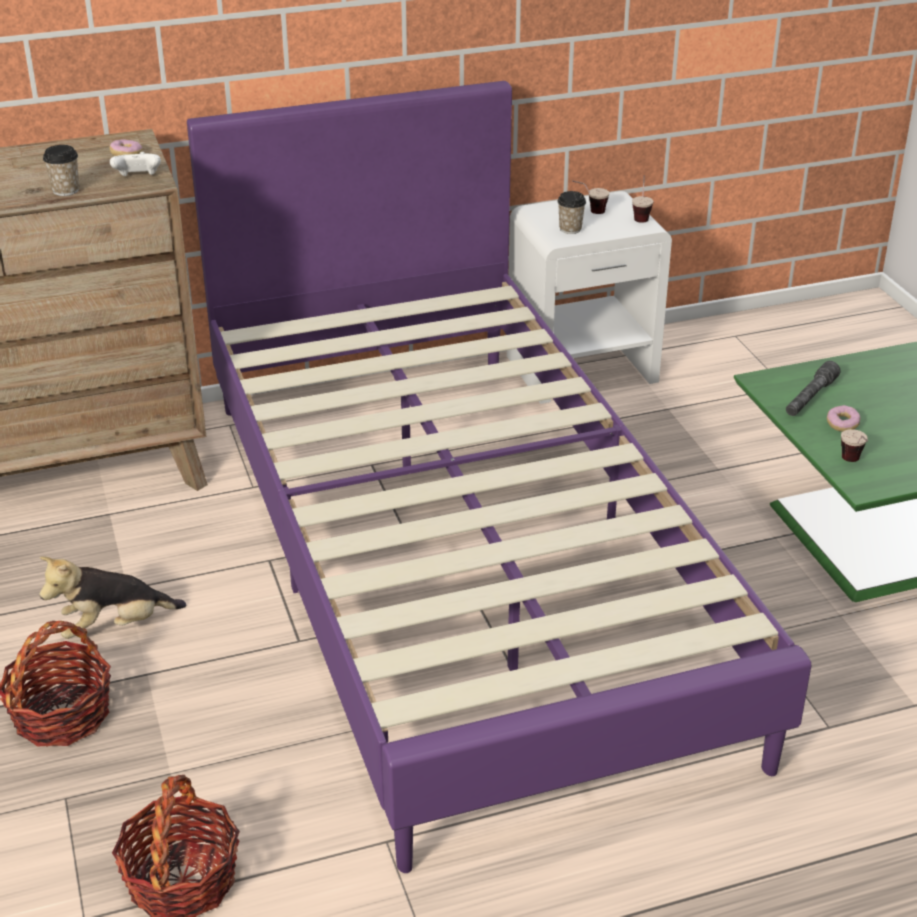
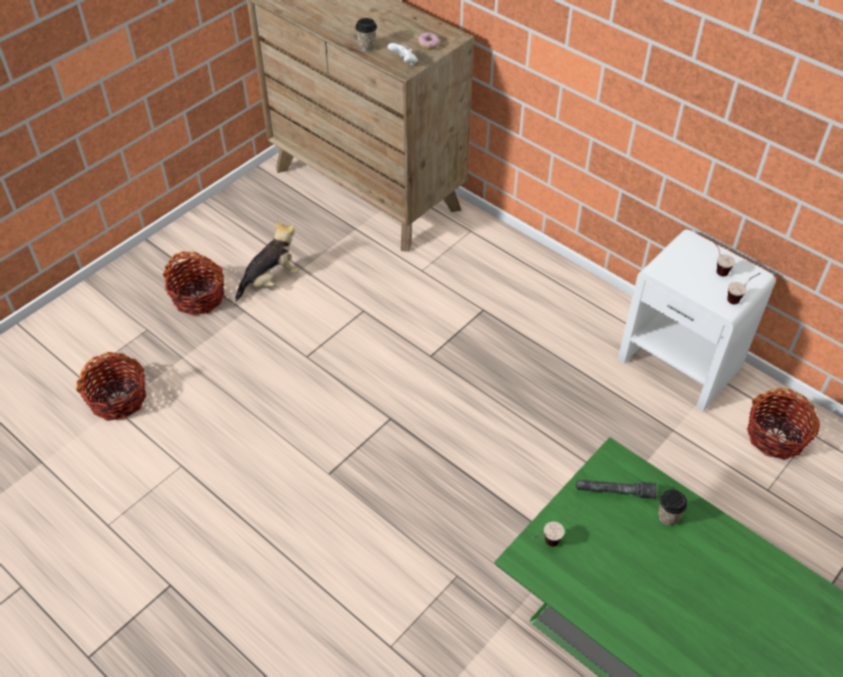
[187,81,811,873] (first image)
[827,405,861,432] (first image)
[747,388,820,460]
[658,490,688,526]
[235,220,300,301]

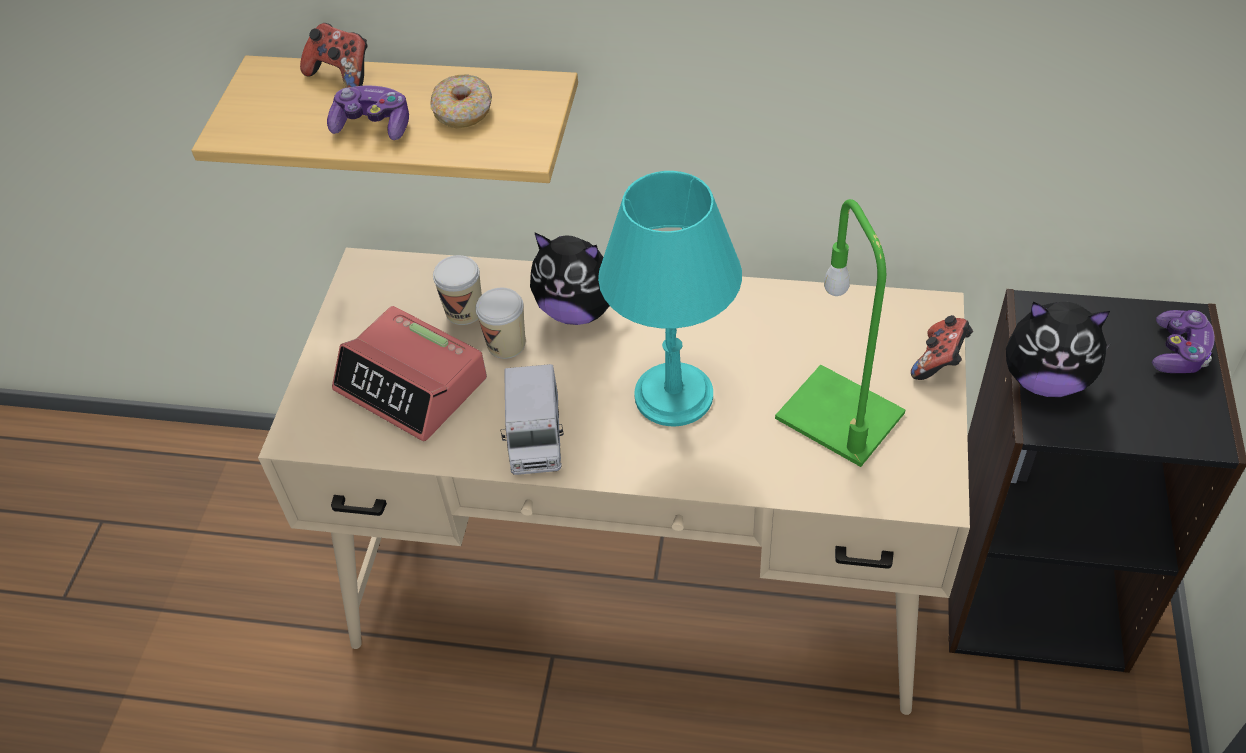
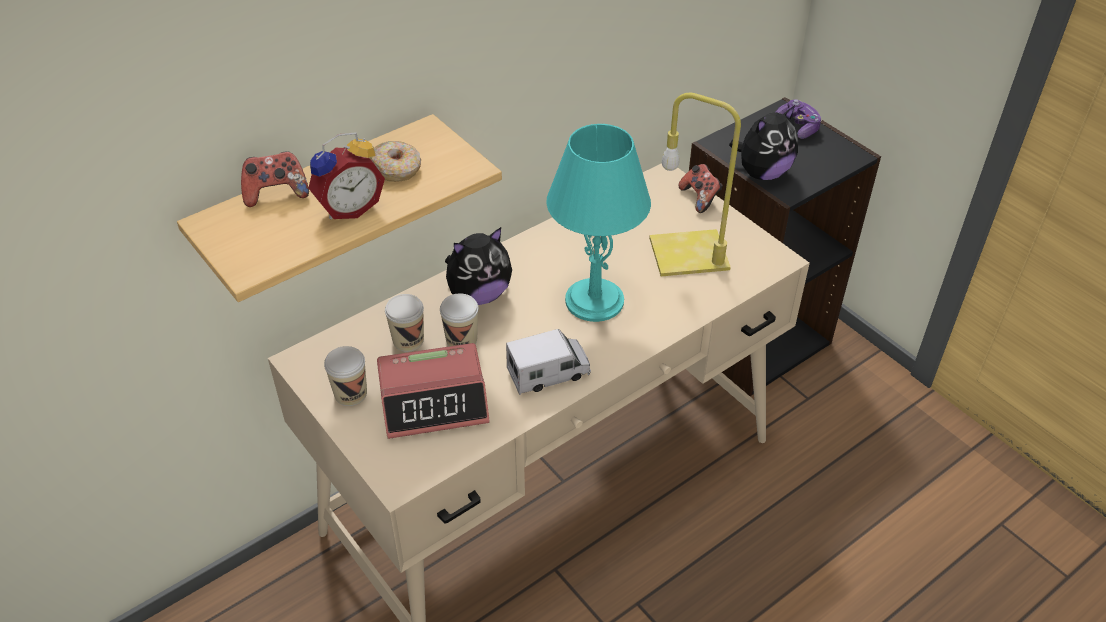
[324,346,367,406]
[308,132,385,219]
[649,93,741,276]
[506,329,591,395]

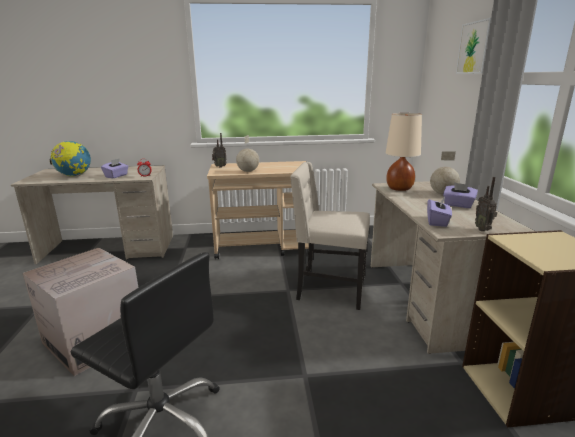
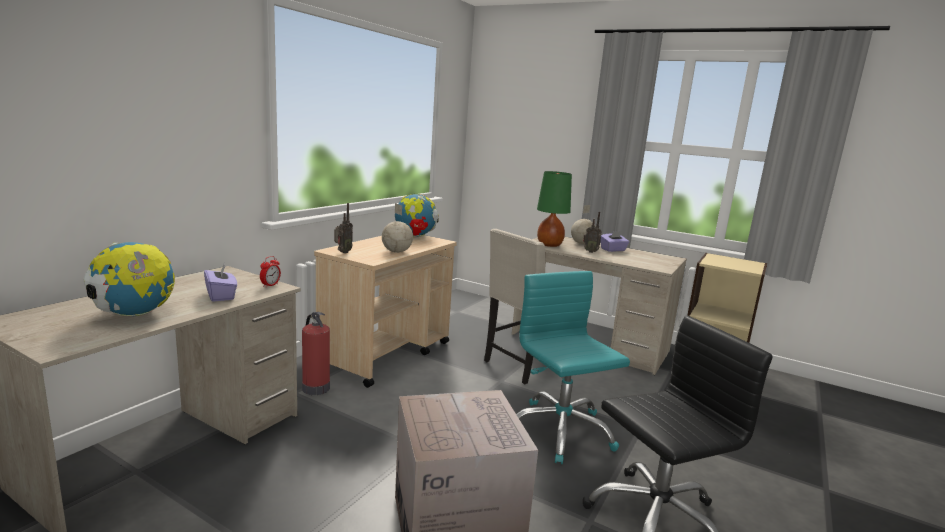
[427,197,452,227] (first image)
[456,18,491,74] (first image)
[302,312,330,395]
[395,194,439,237]
[516,271,630,464]
[583,212,602,253]
[537,171,572,247]

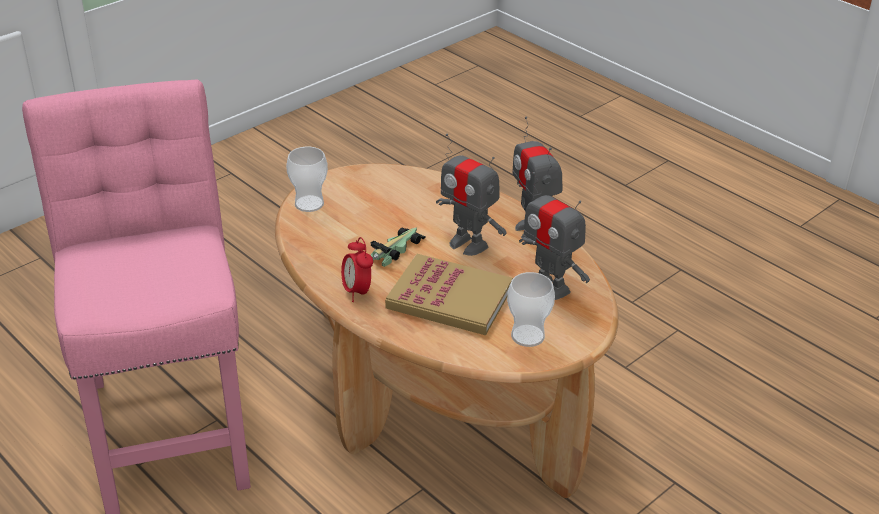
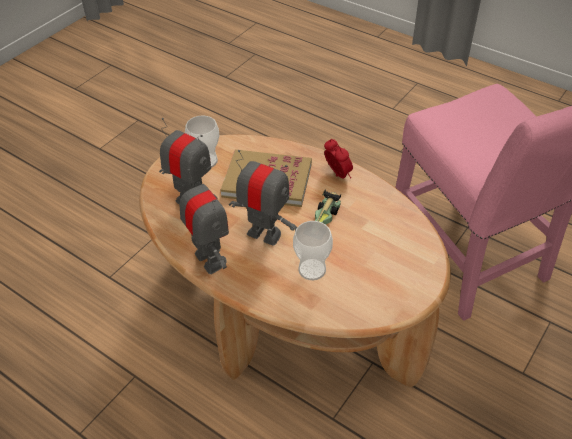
[293,221,333,280]

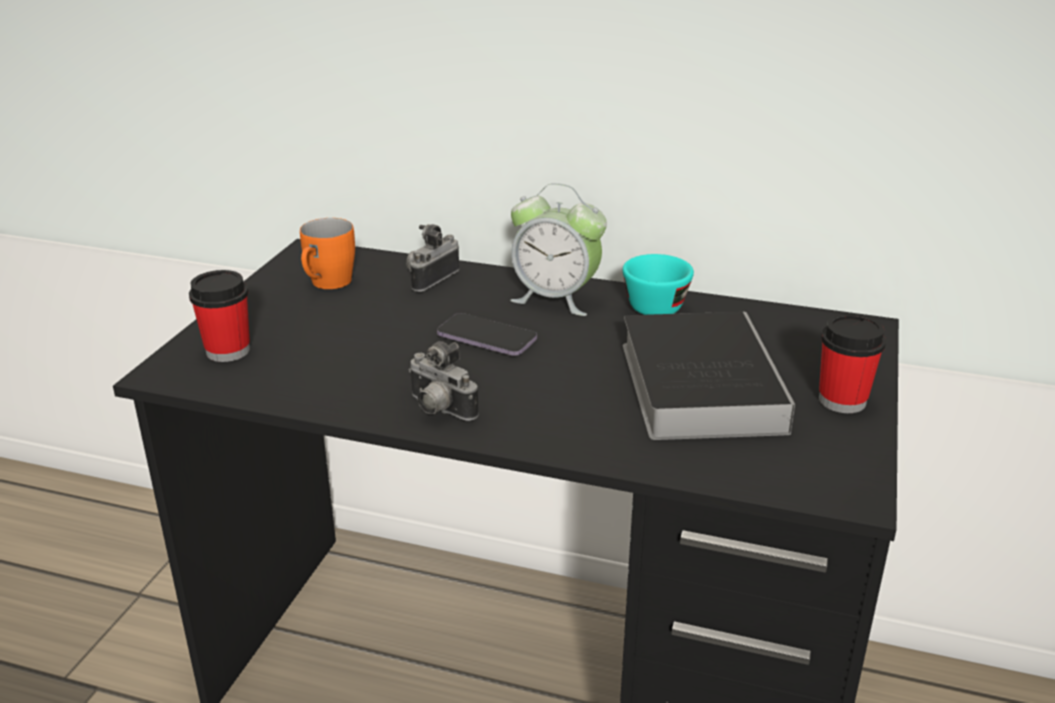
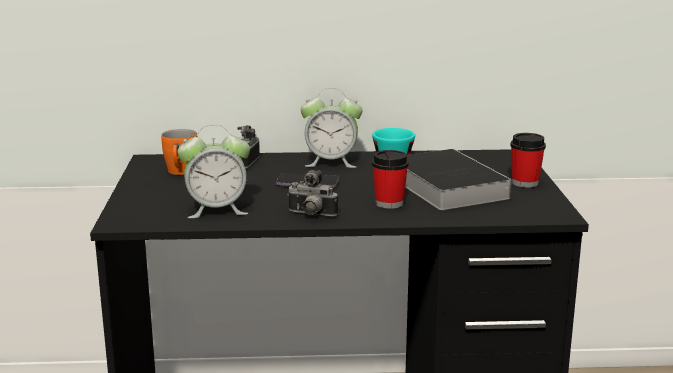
[178,125,250,218]
[372,150,409,209]

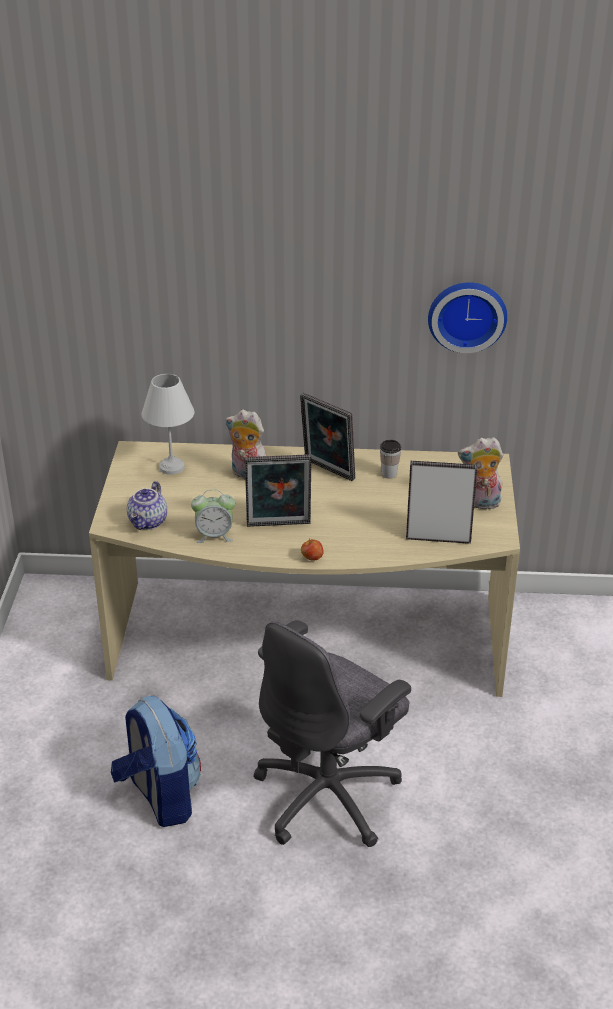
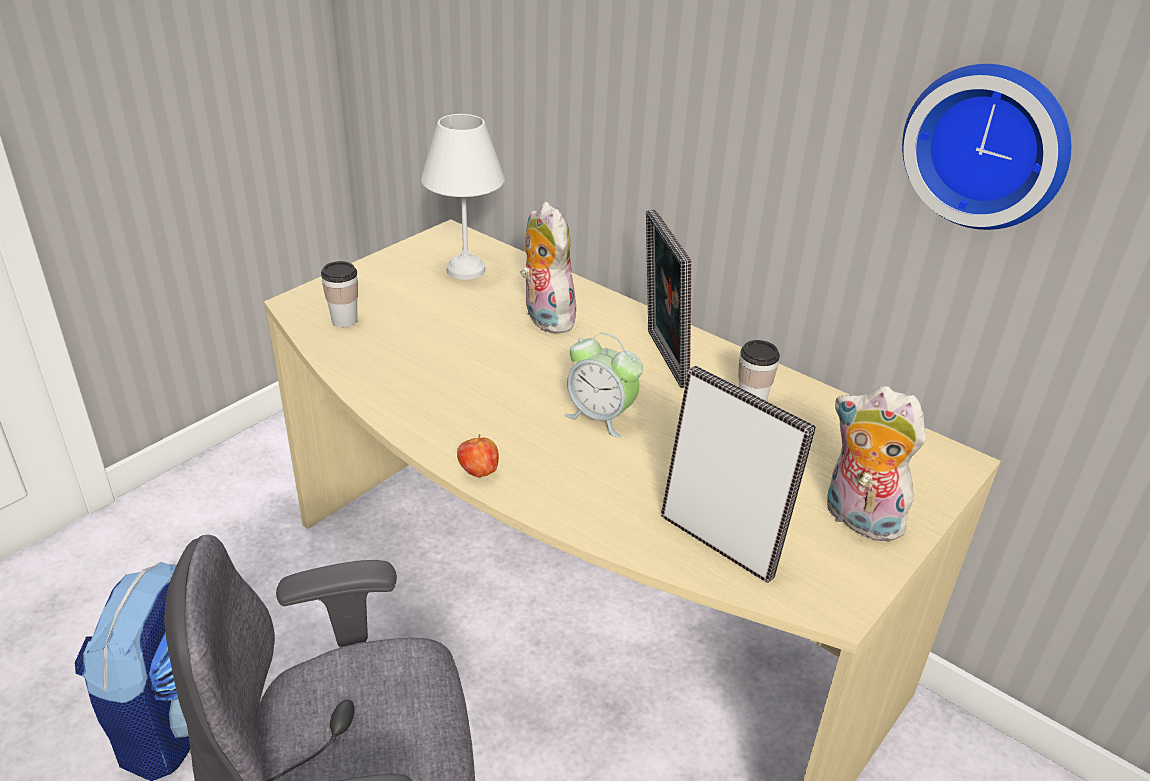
[245,454,311,527] (first image)
[565,333,643,438]
[321,261,358,327]

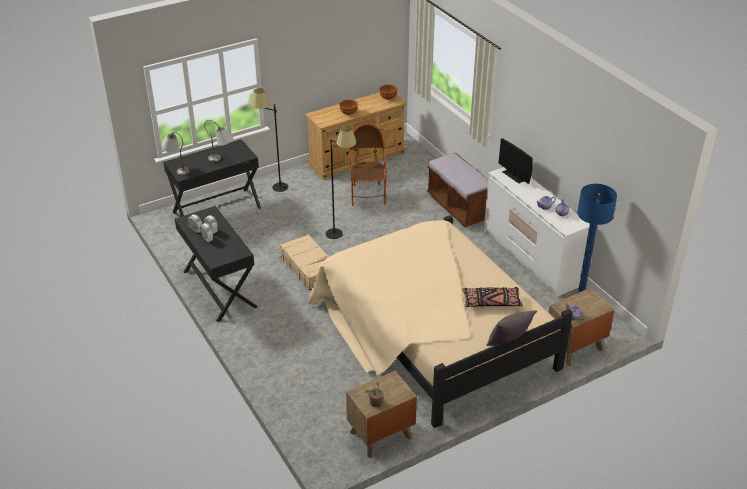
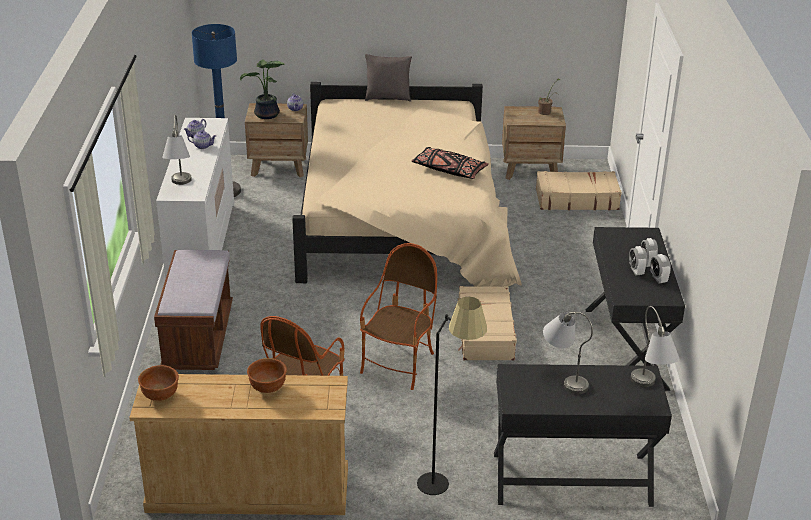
[240,60,285,119]
[536,171,622,210]
[412,147,489,179]
[360,243,437,390]
[162,115,192,185]

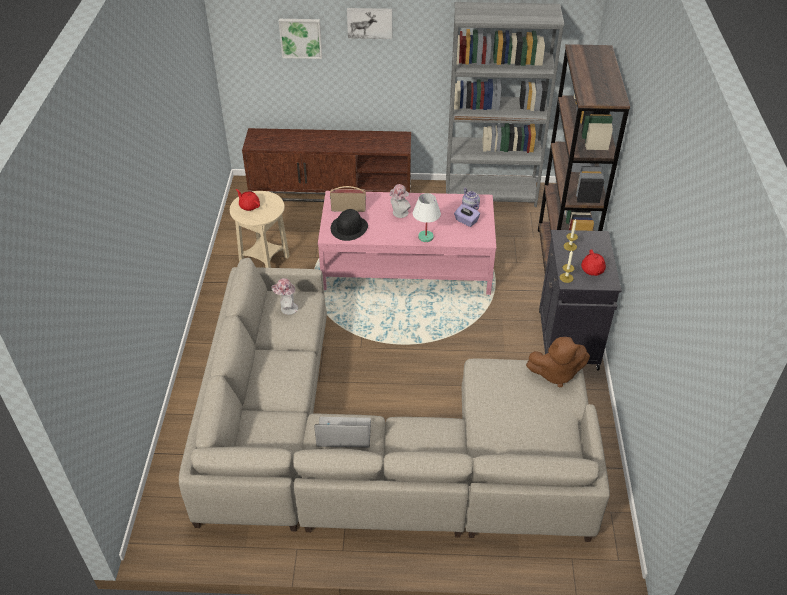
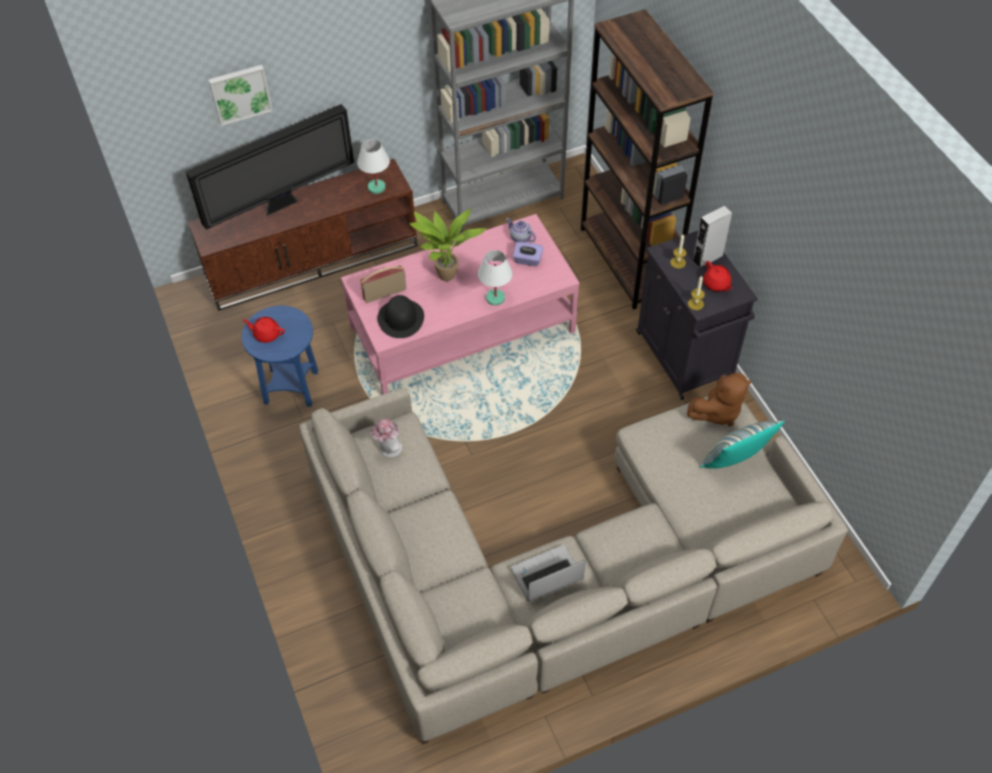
[347,8,392,39] (first image)
[185,104,354,229]
[357,139,390,194]
[692,205,732,269]
[700,420,785,469]
[409,209,486,281]
[241,306,318,407]

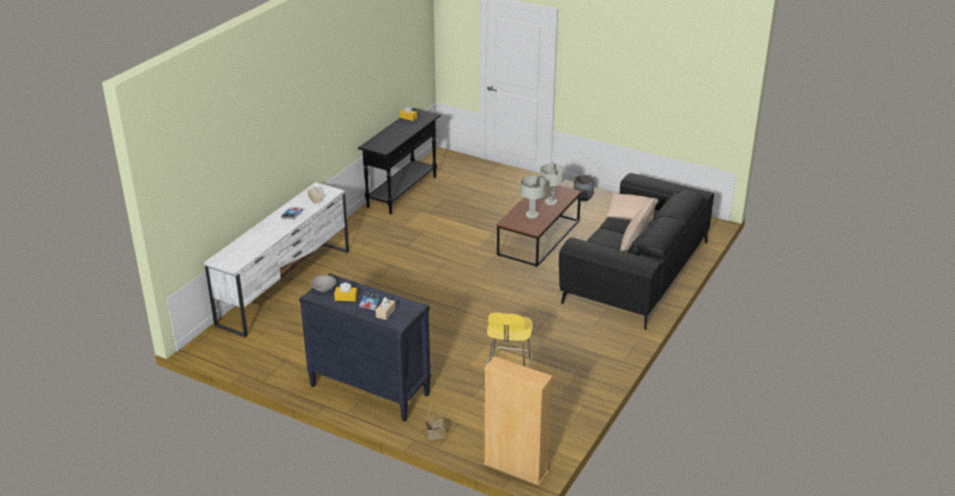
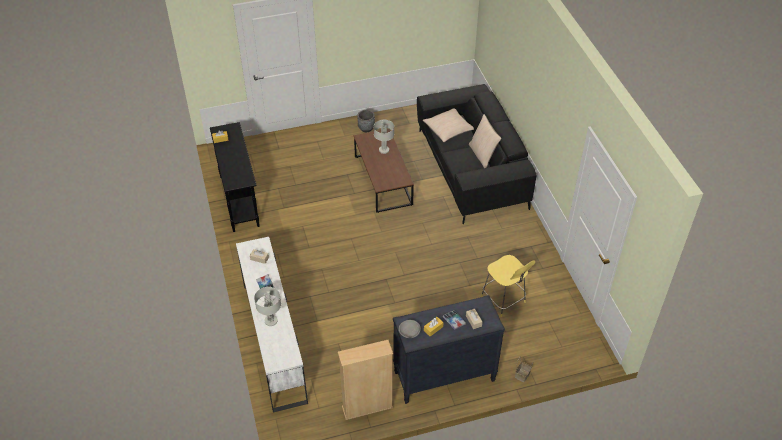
[338,340,393,420]
[254,287,281,326]

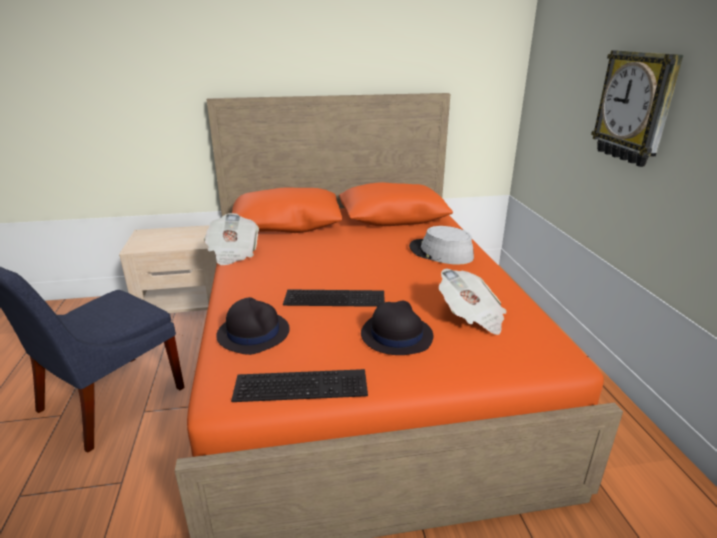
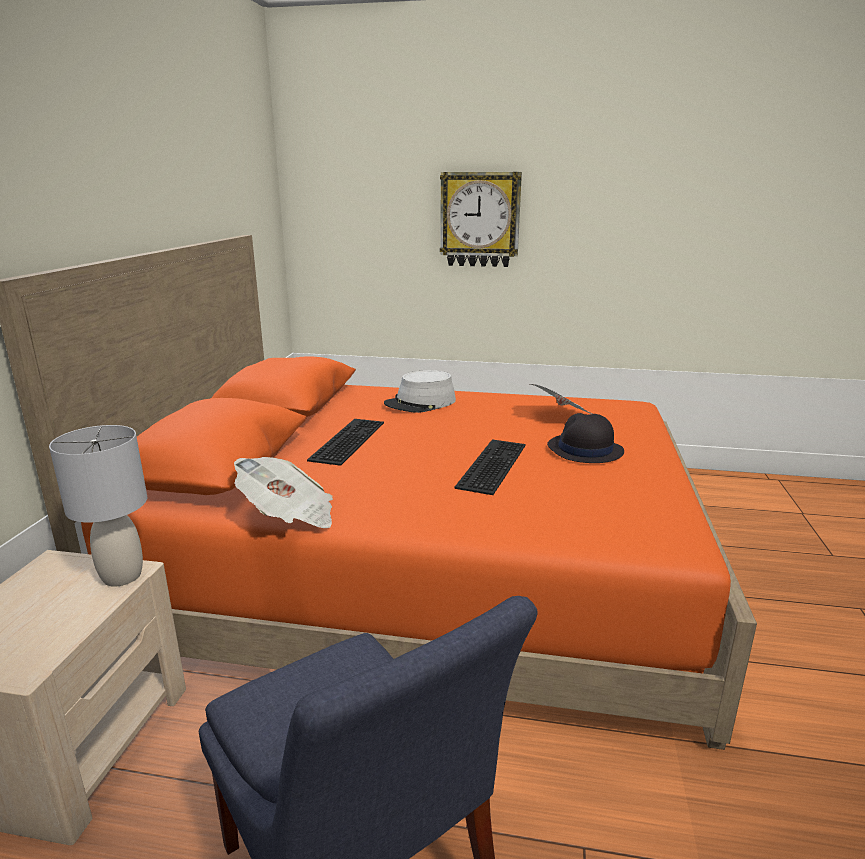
[216,297,290,355] (first image)
[49,425,148,587]
[307,419,384,466]

